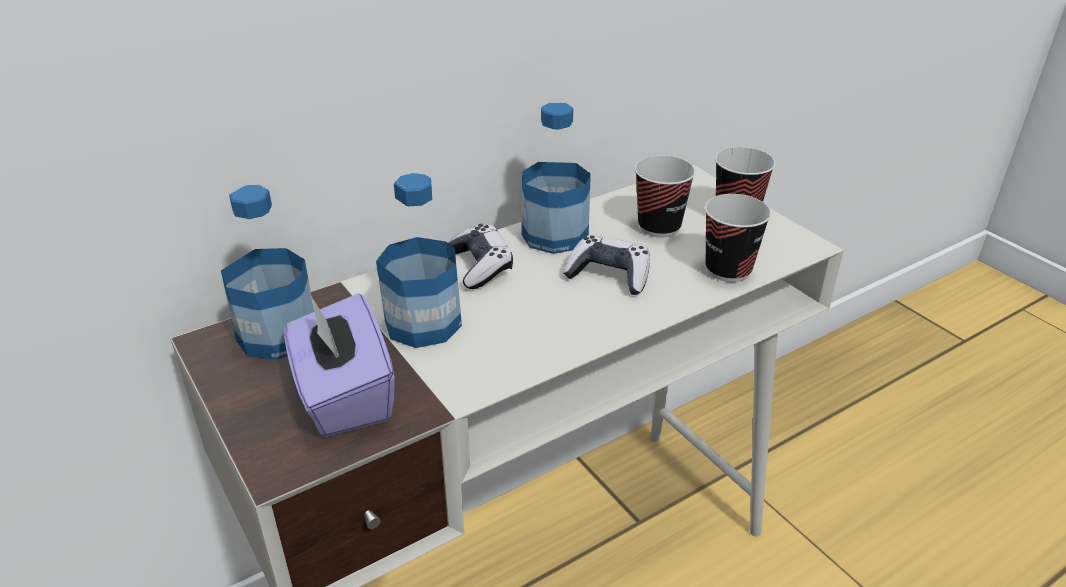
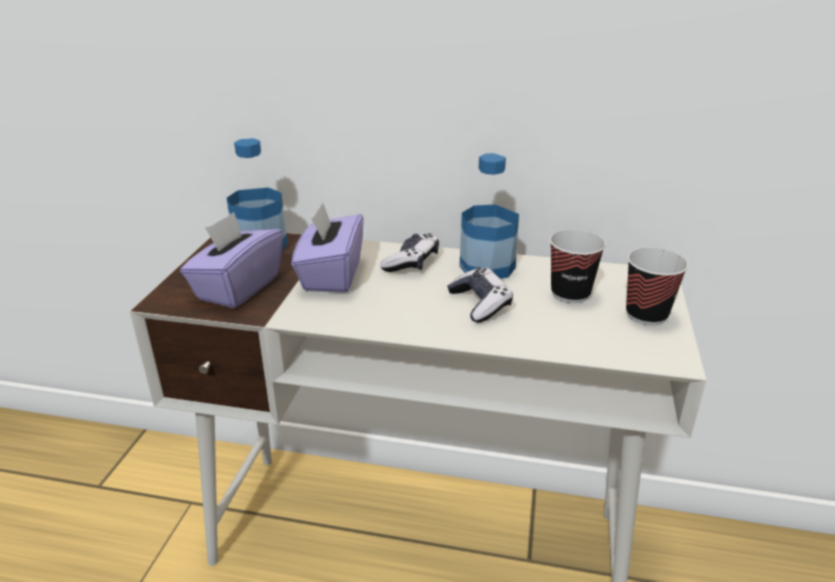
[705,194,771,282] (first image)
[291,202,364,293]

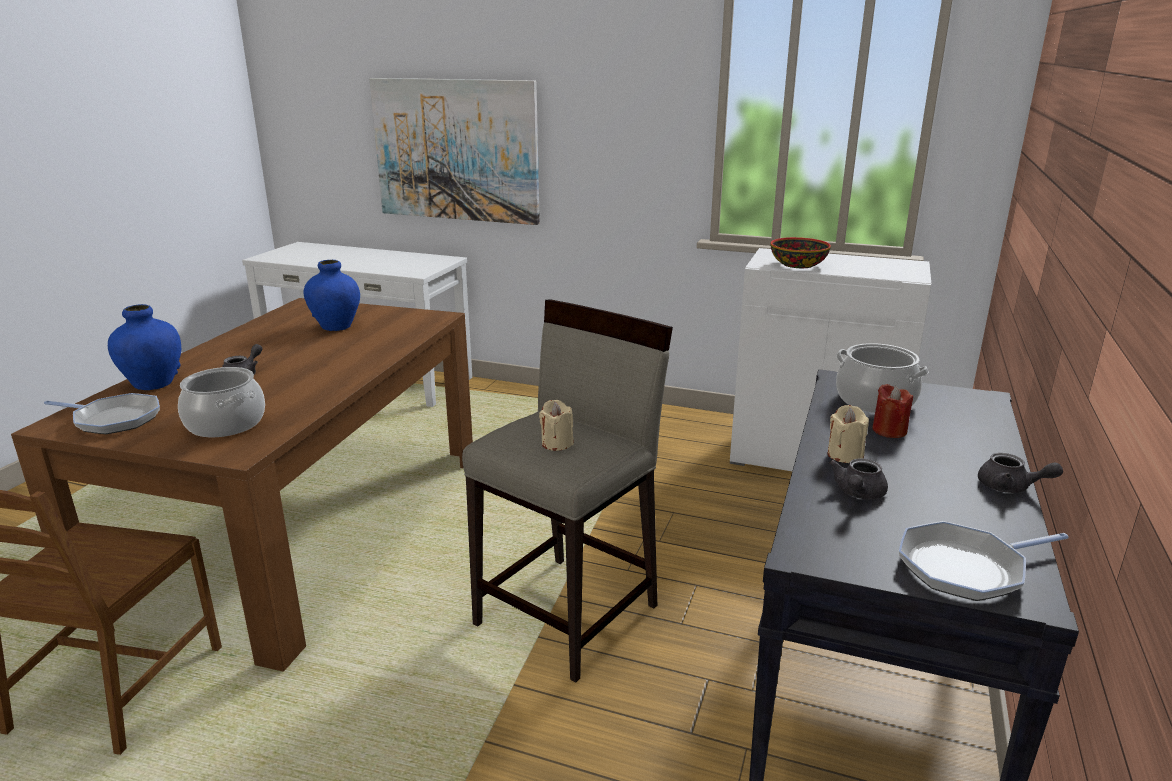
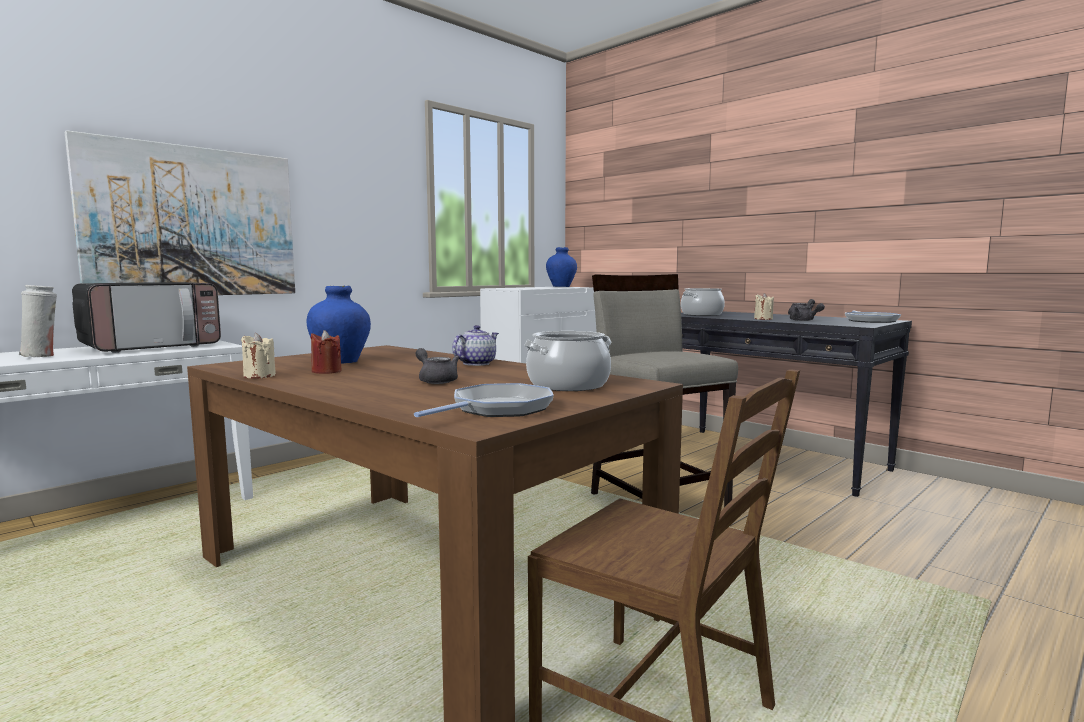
[770,237,831,268] (first image)
[19,285,57,357]
[72,282,221,352]
[452,325,499,366]
[546,247,577,287]
[241,333,276,379]
[311,330,342,374]

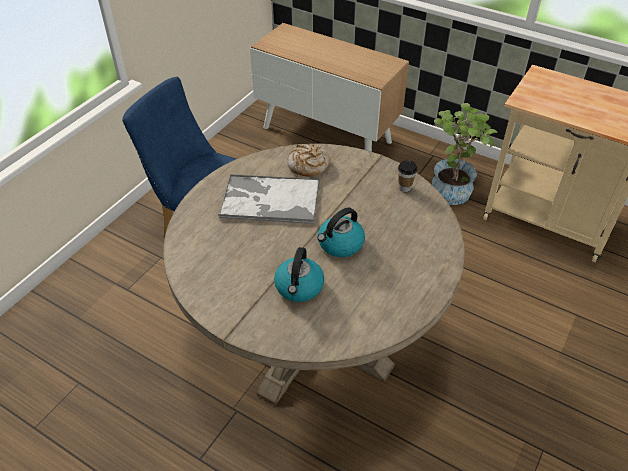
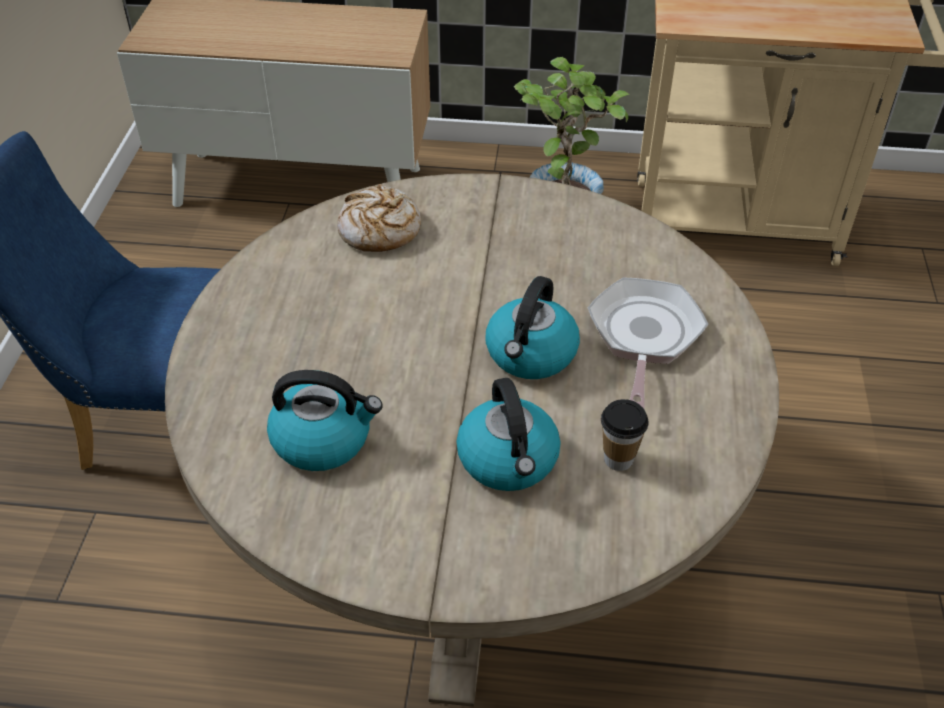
[218,174,320,224] (first image)
[267,370,383,471]
[588,277,709,410]
[601,399,649,471]

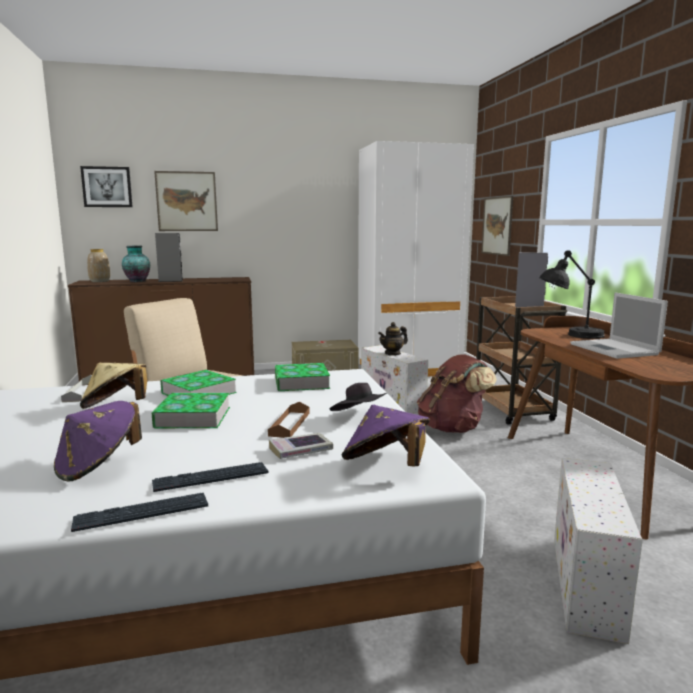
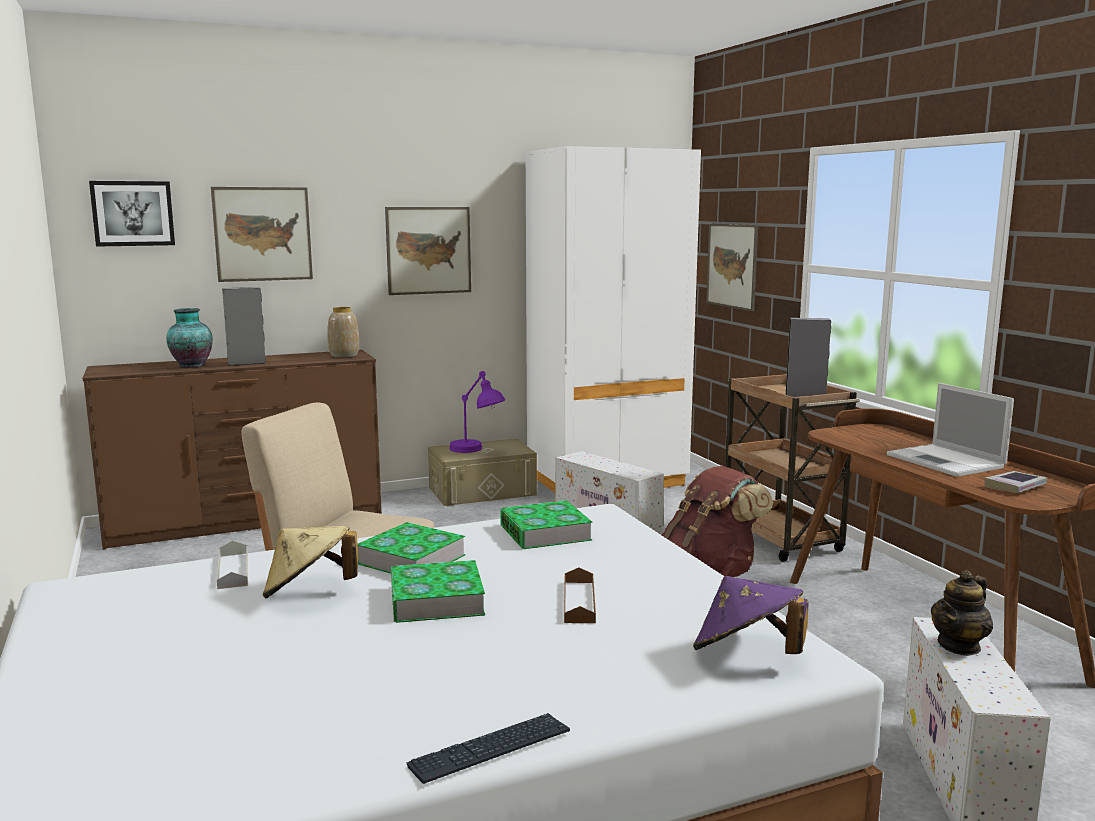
[54,401,142,482] (first image)
[152,462,269,492] (first image)
[330,383,387,411] (first image)
[539,250,605,339] (first image)
[385,207,471,295]
[449,371,505,453]
[328,307,359,358]
[984,471,1047,493]
[931,570,993,656]

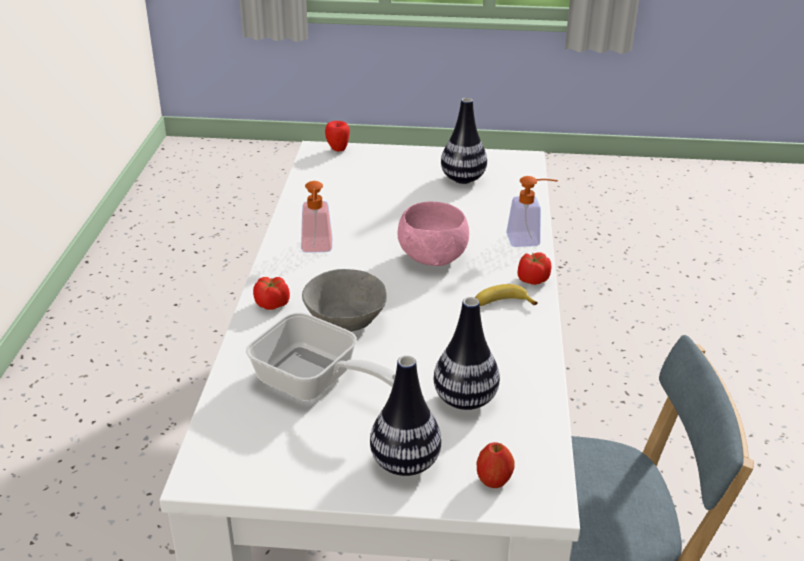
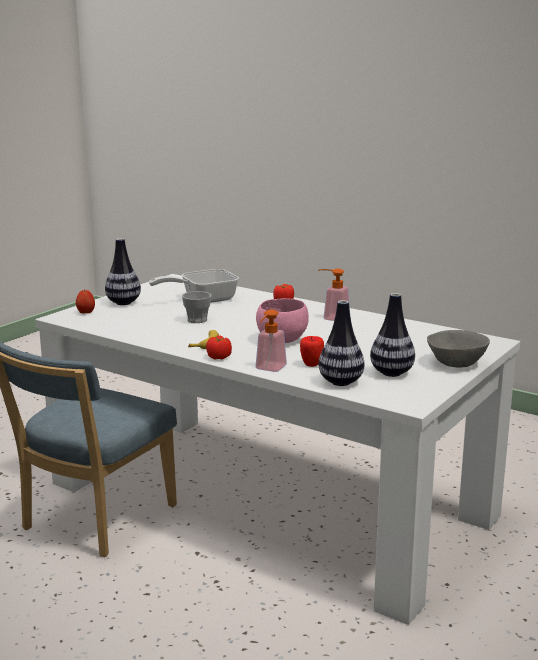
[182,291,211,323]
[427,330,490,368]
[300,336,324,367]
[319,300,364,386]

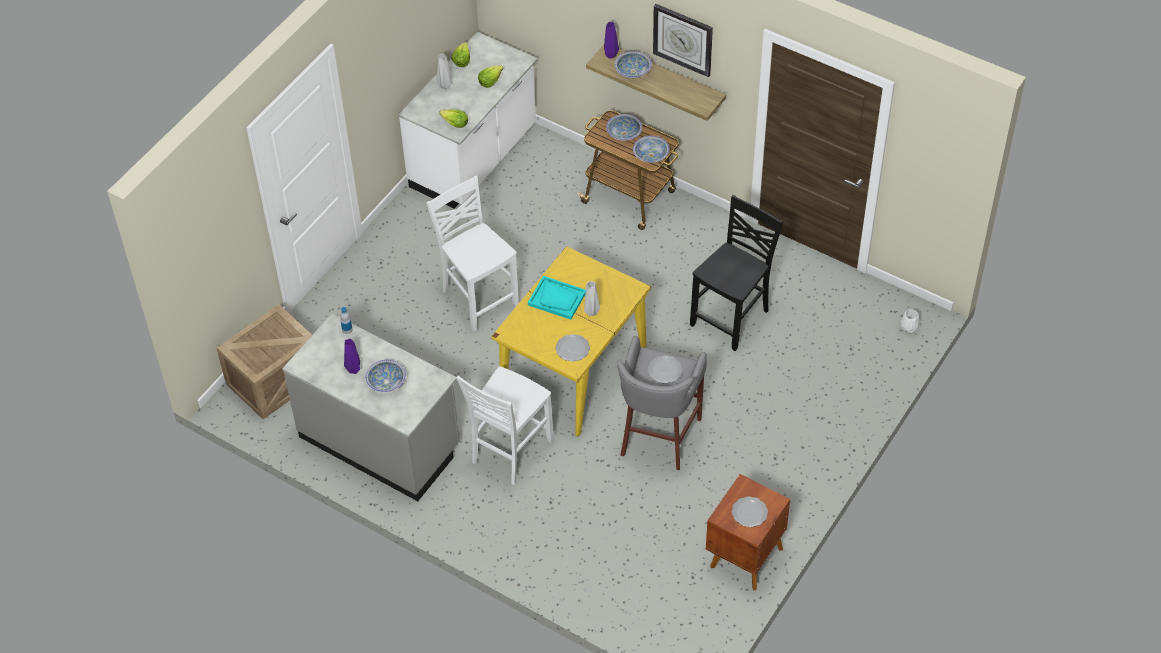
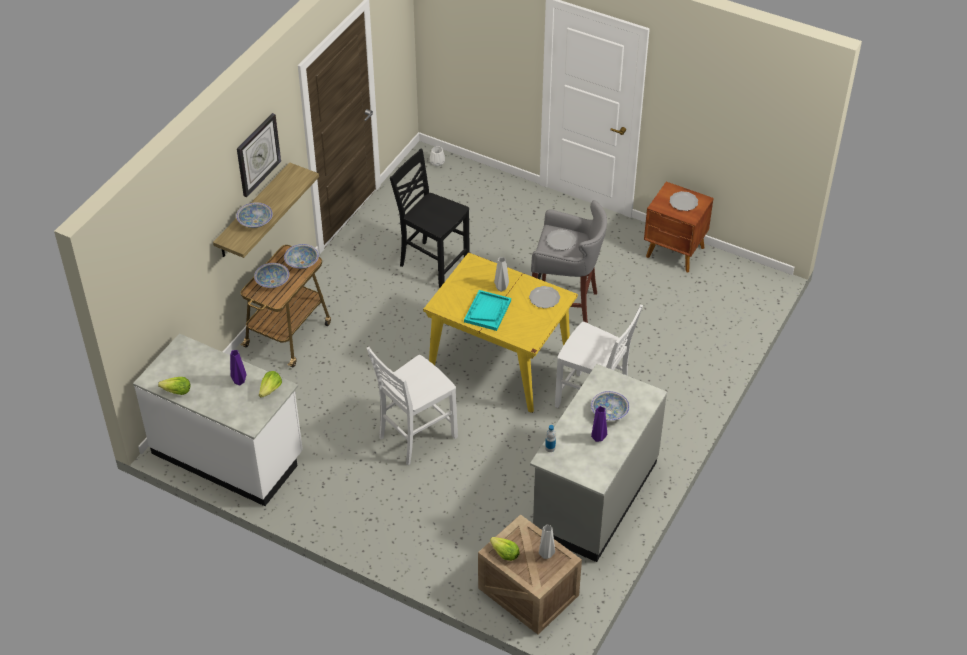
[539,524,555,559]
[490,537,520,561]
[230,350,246,385]

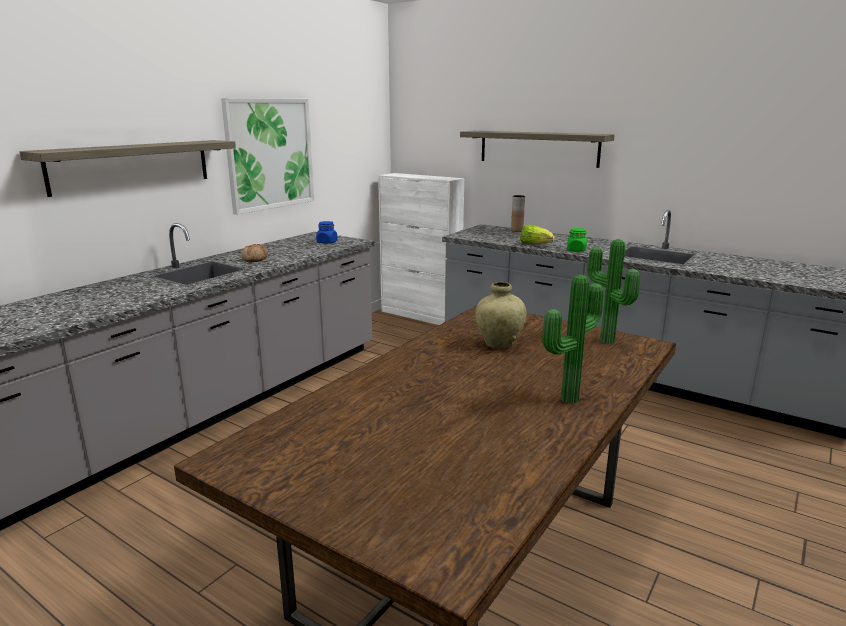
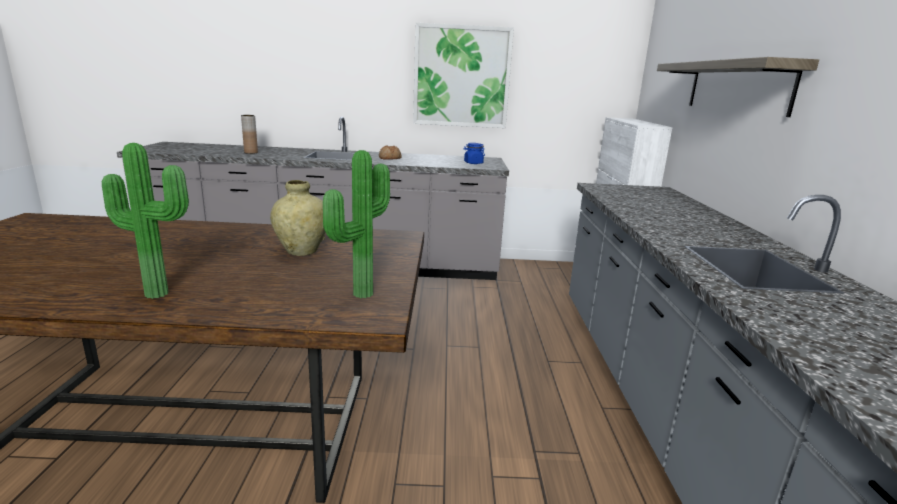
[19,140,236,197] (first image)
[520,224,555,244] (first image)
[567,228,587,252] (first image)
[241,115,258,154]

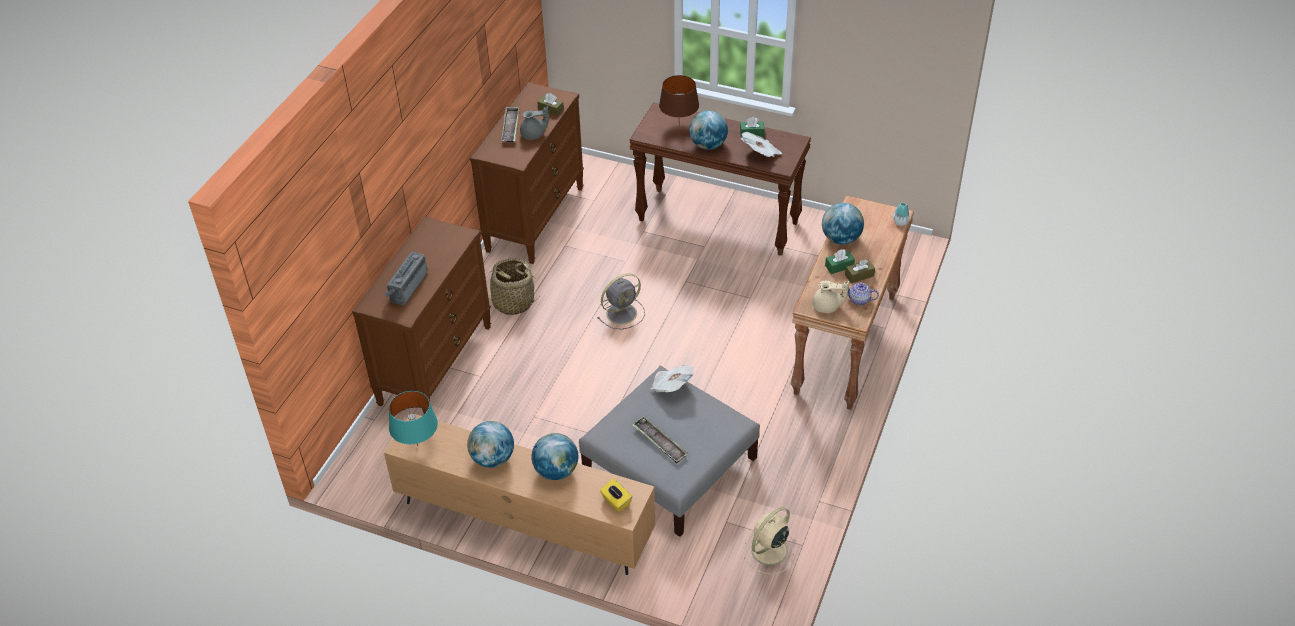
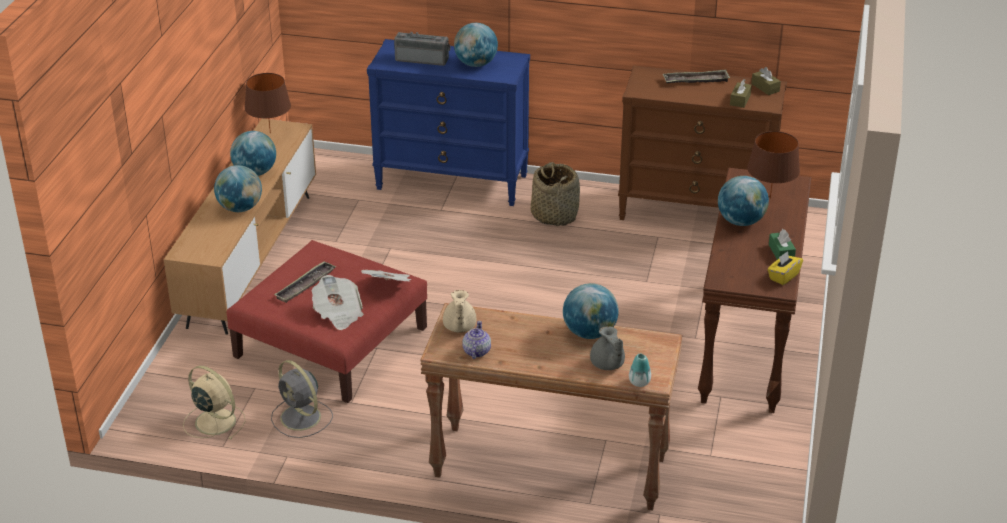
[825,249,855,274] (first image)
[454,23,498,67]
[590,326,625,370]
[271,360,333,438]
[768,251,803,285]
[312,275,364,330]
[751,67,781,95]
[367,39,530,206]
[244,73,291,133]
[227,240,427,403]

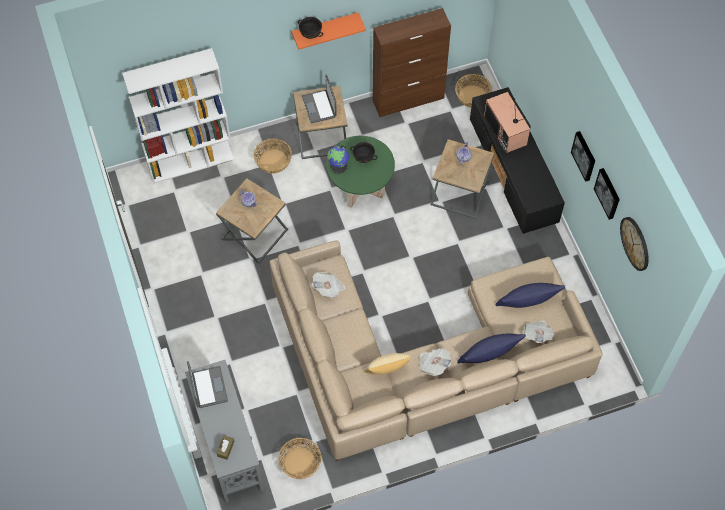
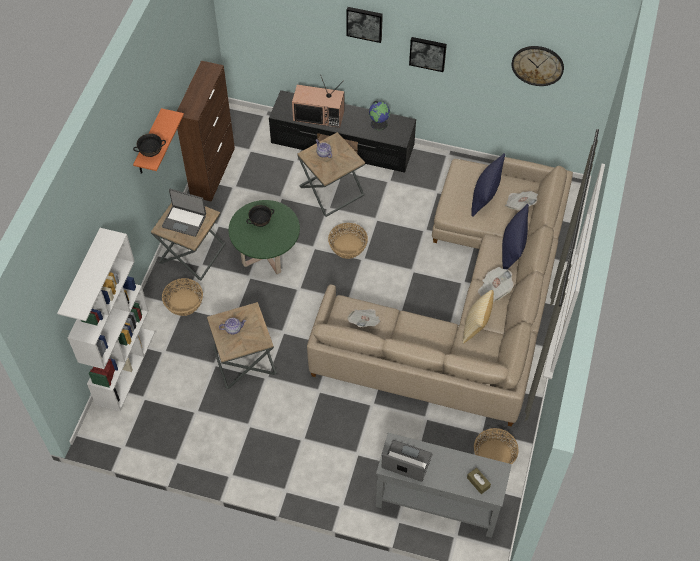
[369,101,390,131]
[328,223,368,259]
[346,7,383,43]

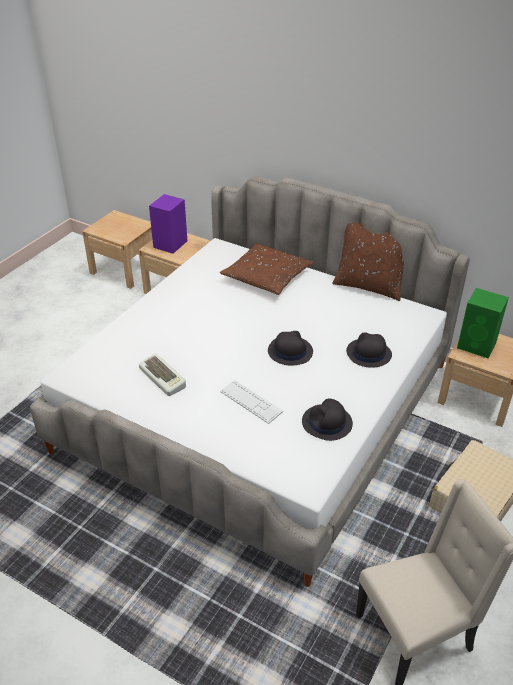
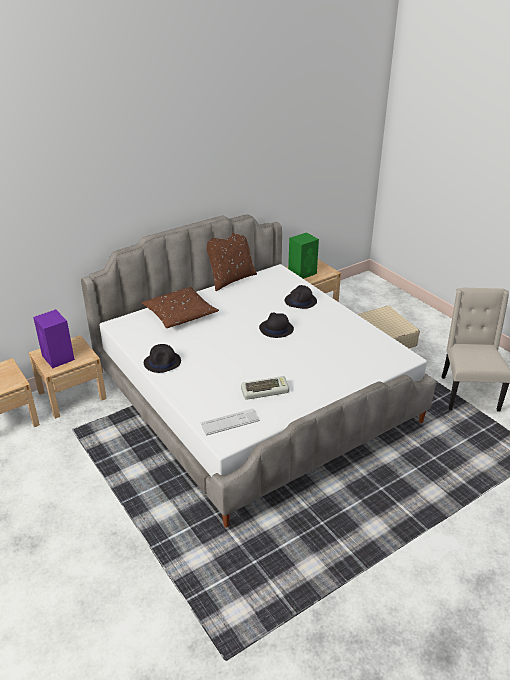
[200,409,260,436]
[144,344,181,373]

